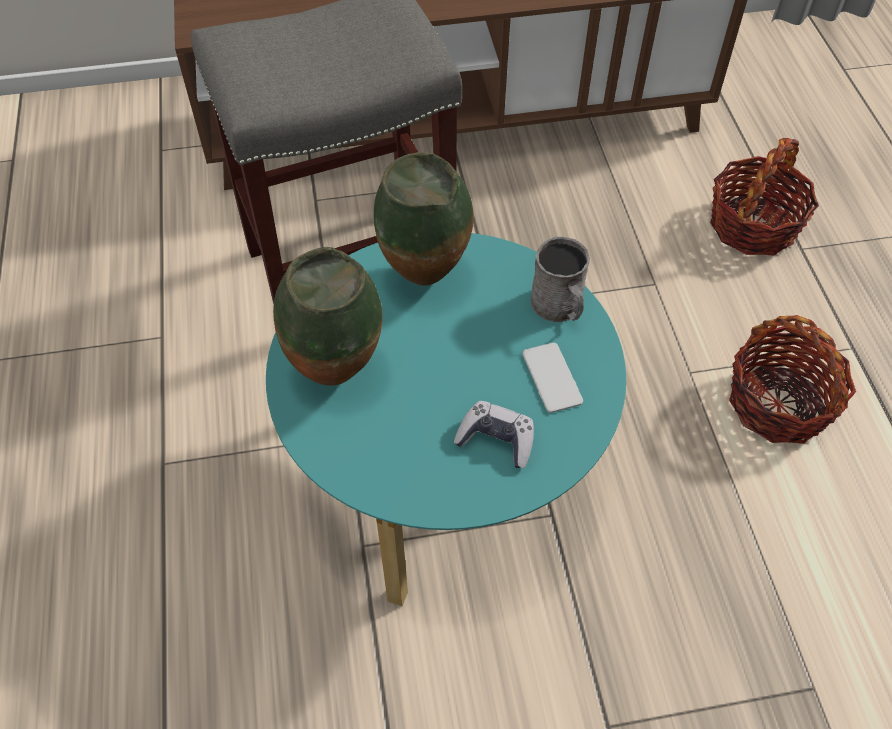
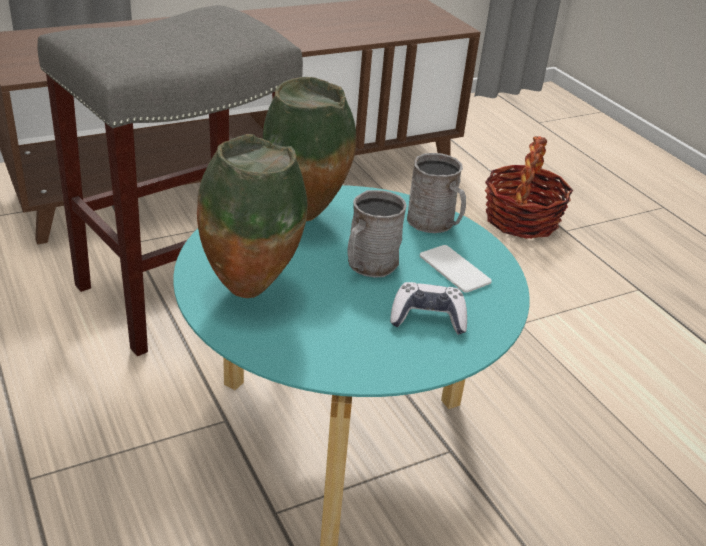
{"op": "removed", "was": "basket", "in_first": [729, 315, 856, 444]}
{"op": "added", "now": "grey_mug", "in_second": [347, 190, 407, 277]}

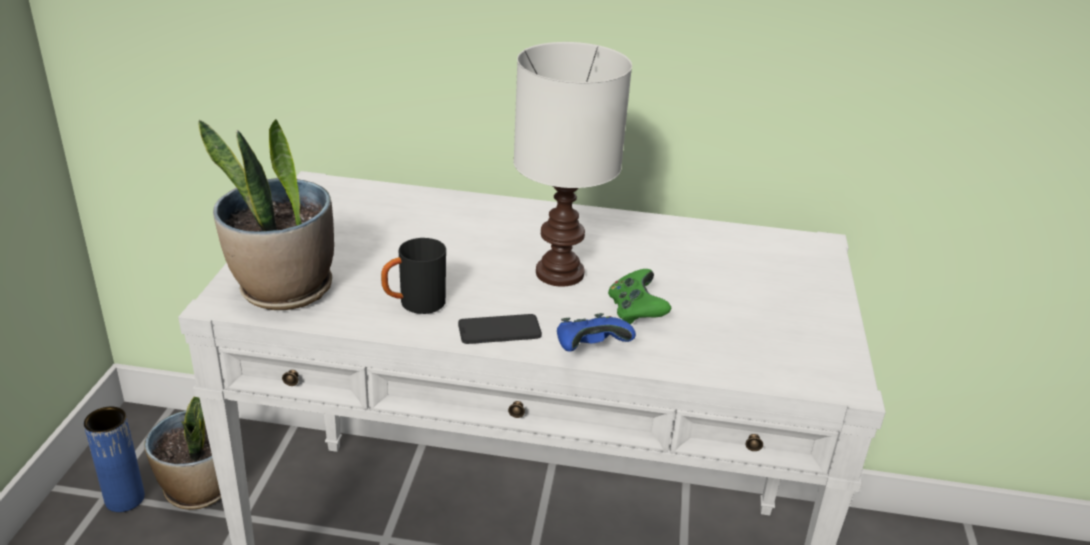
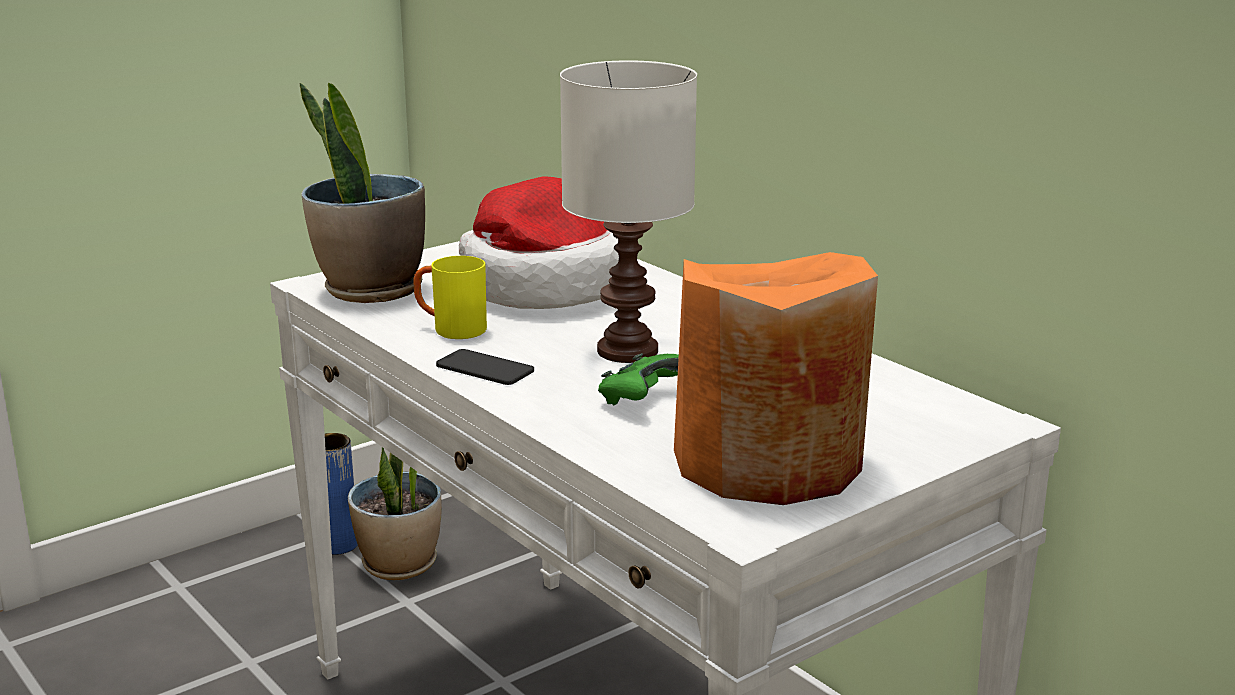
{"op": "recoloured", "was": "black_mug", "now": "yellow_mug", "in_first": [381, 238, 446, 314], "in_second": [413, 256, 487, 339]}
{"op": "removed", "was": "blue_game_controller", "in_first": [557, 313, 636, 352]}
{"op": "added", "now": "hat", "in_second": [459, 176, 619, 309]}
{"op": "added", "now": "orange_vase", "in_second": [674, 252, 878, 505]}

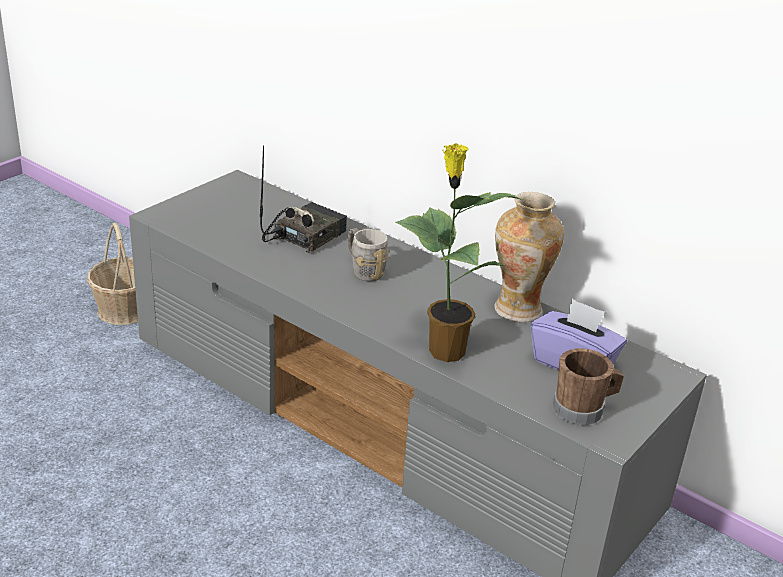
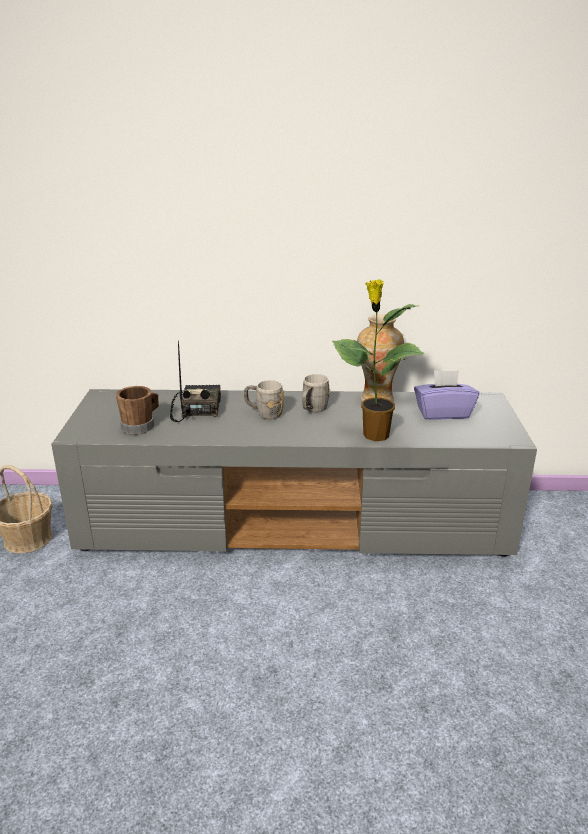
{"op": "moved", "was": "brown_mug", "in_first": [553, 348, 624, 425], "in_second": [116, 386, 159, 435]}
{"op": "added", "now": "grey_mug", "in_second": [302, 374, 330, 412]}

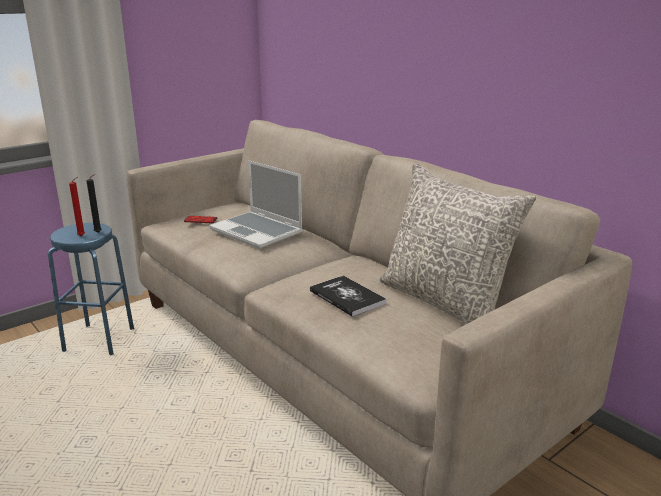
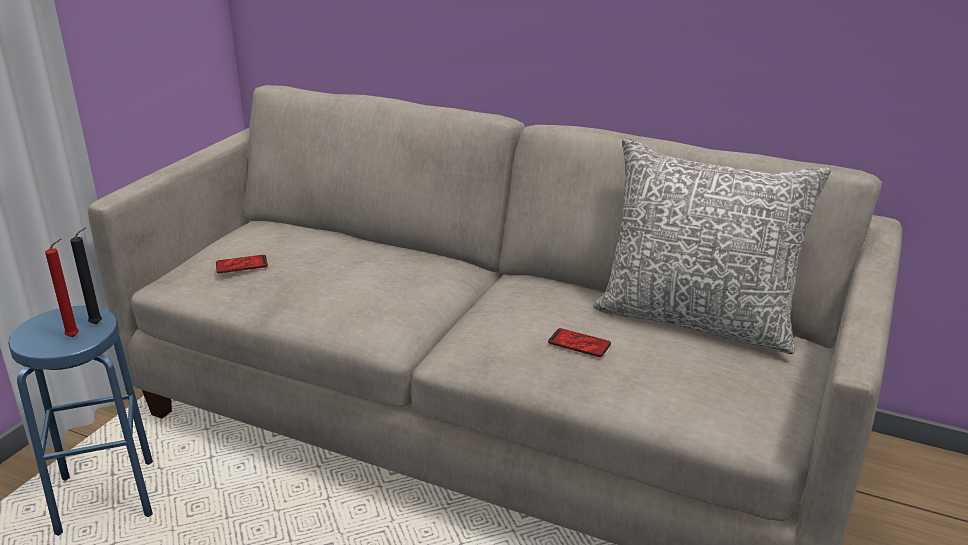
{"op": "removed", "was": "laptop", "in_first": [209, 160, 303, 249]}
{"op": "replaced", "was": "book", "now": "phone", "in_first": [310, 275, 386, 317], "in_second": [548, 328, 611, 357]}

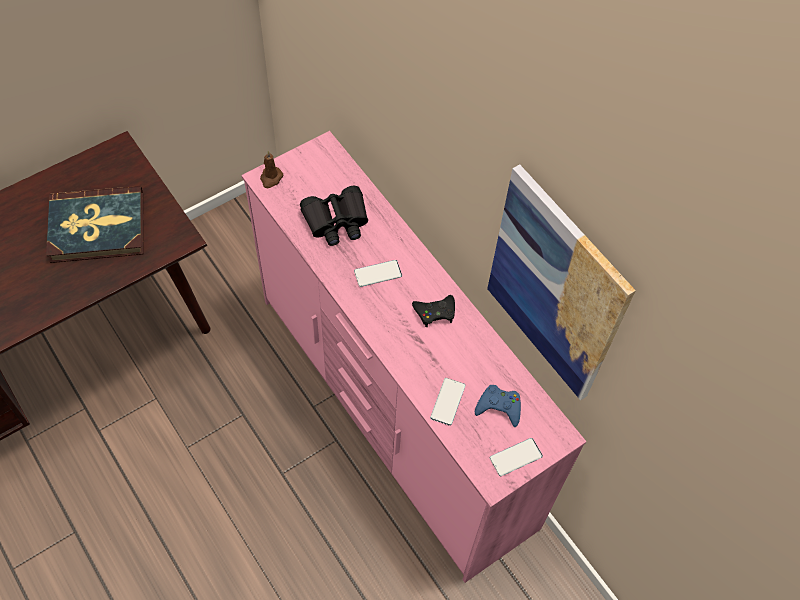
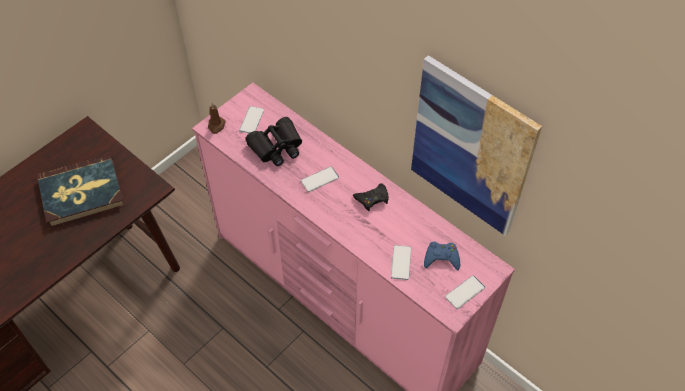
{"op": "added", "now": "phone", "in_second": [239, 106, 264, 133]}

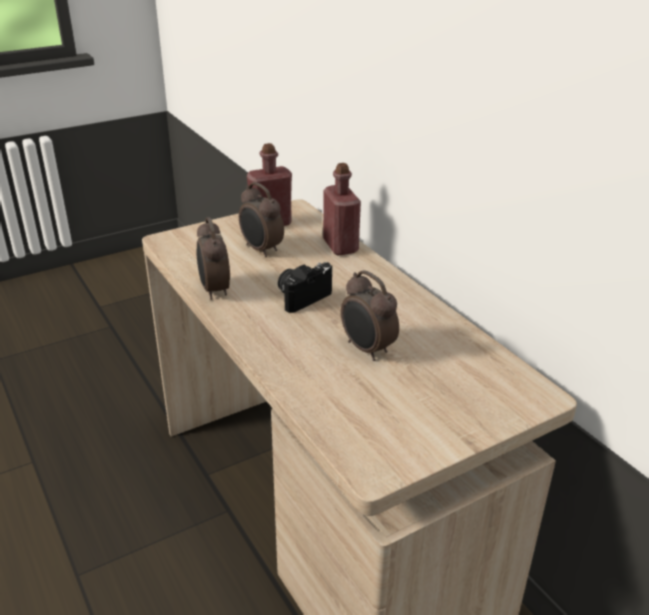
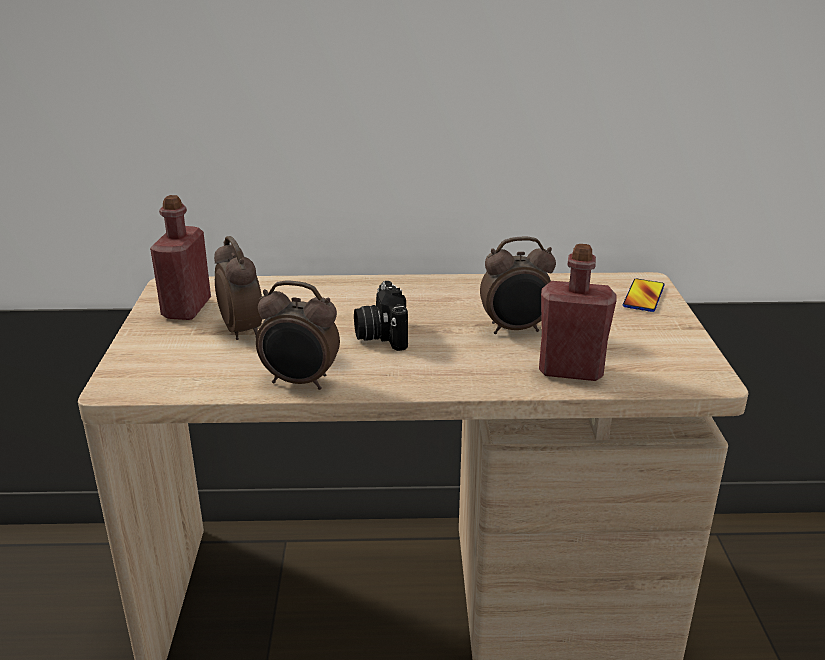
{"op": "moved", "was": "red_bottle", "in_first": [323, 163, 361, 255], "in_second": [539, 244, 617, 381]}
{"op": "turned", "was": "alarm_clock", "in_first": [239, 182, 284, 257], "in_second": [214, 236, 262, 340], "clockwise": -105}
{"op": "added", "now": "phone", "in_second": [623, 279, 665, 312]}

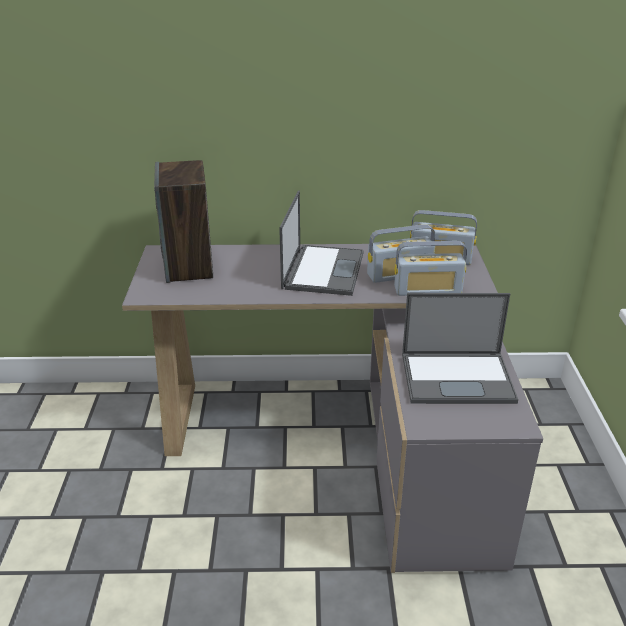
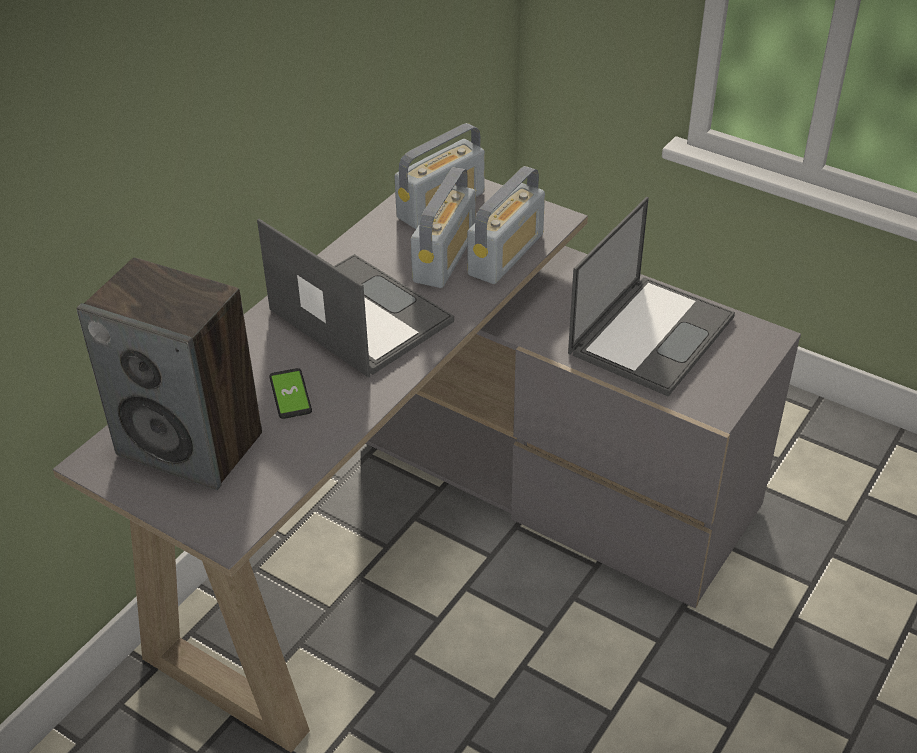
{"op": "added", "now": "phone", "in_second": [269, 368, 312, 419]}

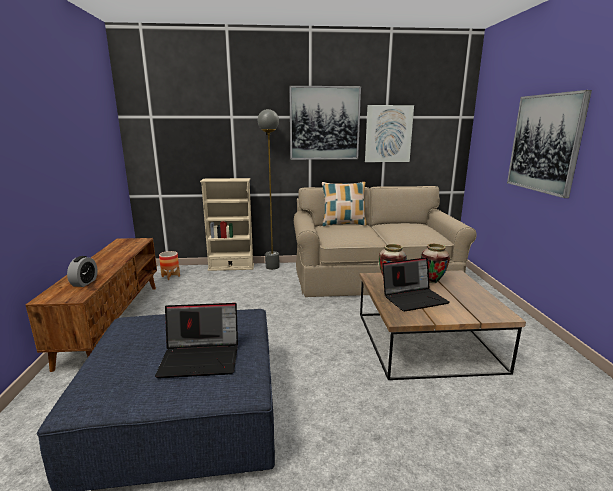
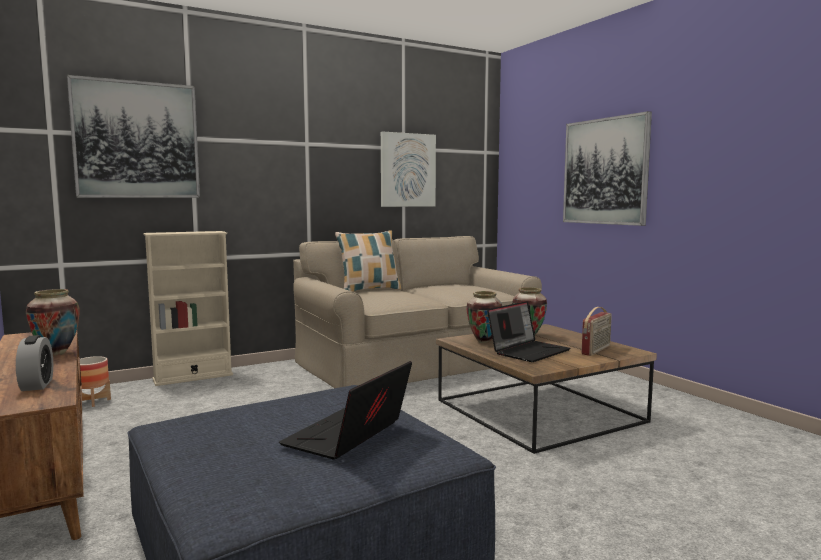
{"op": "moved", "was": "picture", "in_first": [289, 86, 361, 160], "in_second": [67, 75, 200, 198]}
{"op": "removed", "was": "grey_floor_lamp", "in_first": [258, 109, 280, 270]}
{"op": "turned", "was": "laptop", "in_first": [155, 303, 238, 378], "in_second": [279, 361, 412, 460], "clockwise": 150}
{"op": "added", "now": "vase", "in_second": [26, 289, 80, 356]}
{"op": "added", "now": "radio", "in_second": [582, 307, 612, 356]}

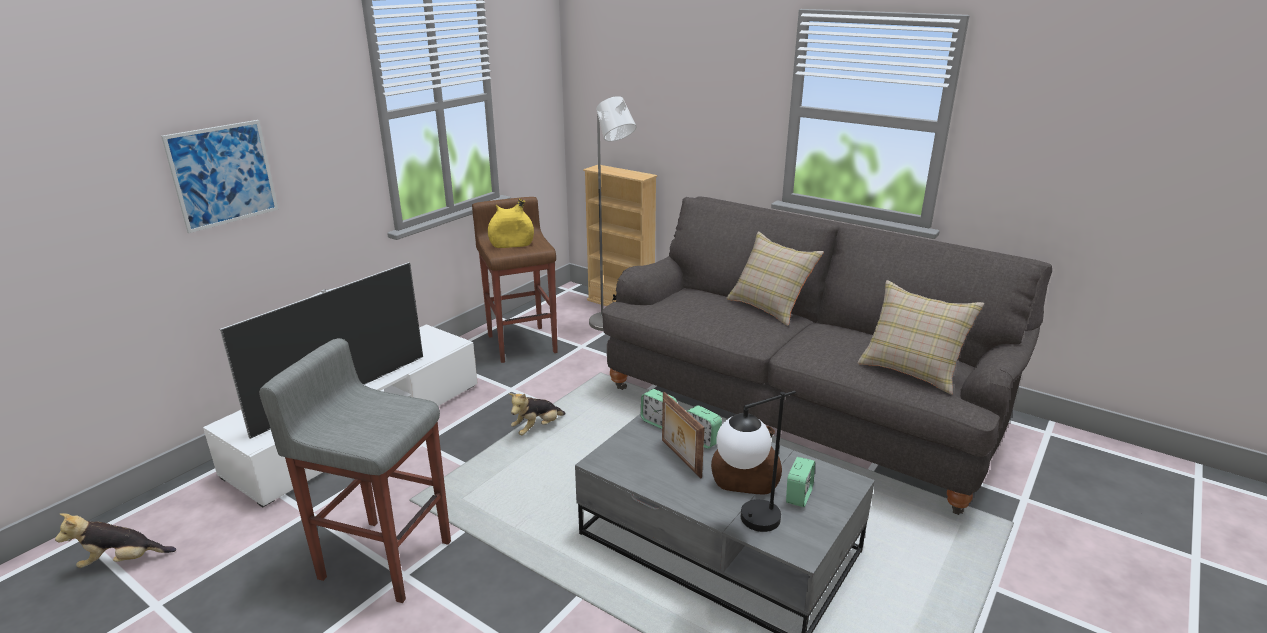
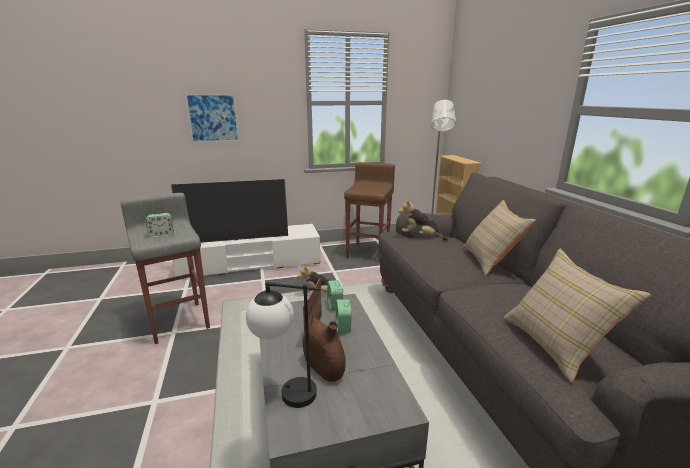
{"op": "removed", "was": "yellow_vase", "in_first": [488, 199, 534, 248]}
{"op": "moved", "was": "alarm_clock", "in_first": [786, 457, 815, 507], "in_second": [146, 213, 174, 238]}
{"op": "moved", "was": "plush_toy", "in_first": [55, 513, 176, 568], "in_second": [398, 199, 448, 241]}

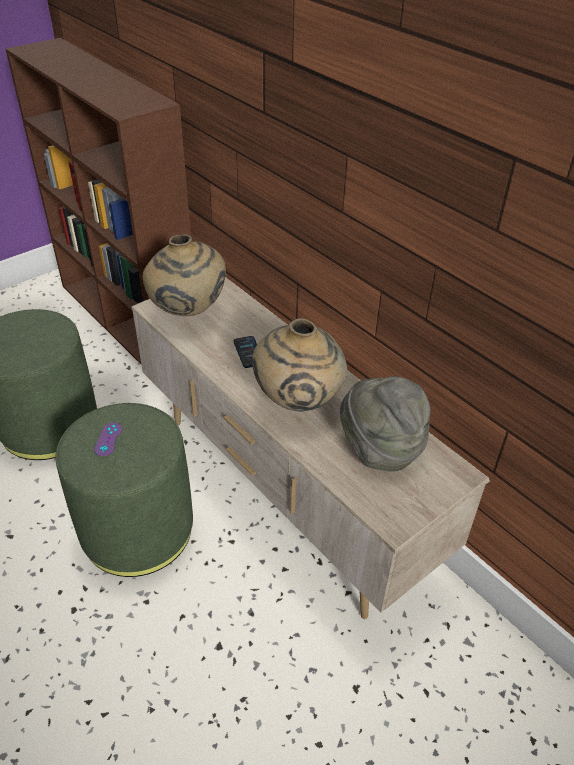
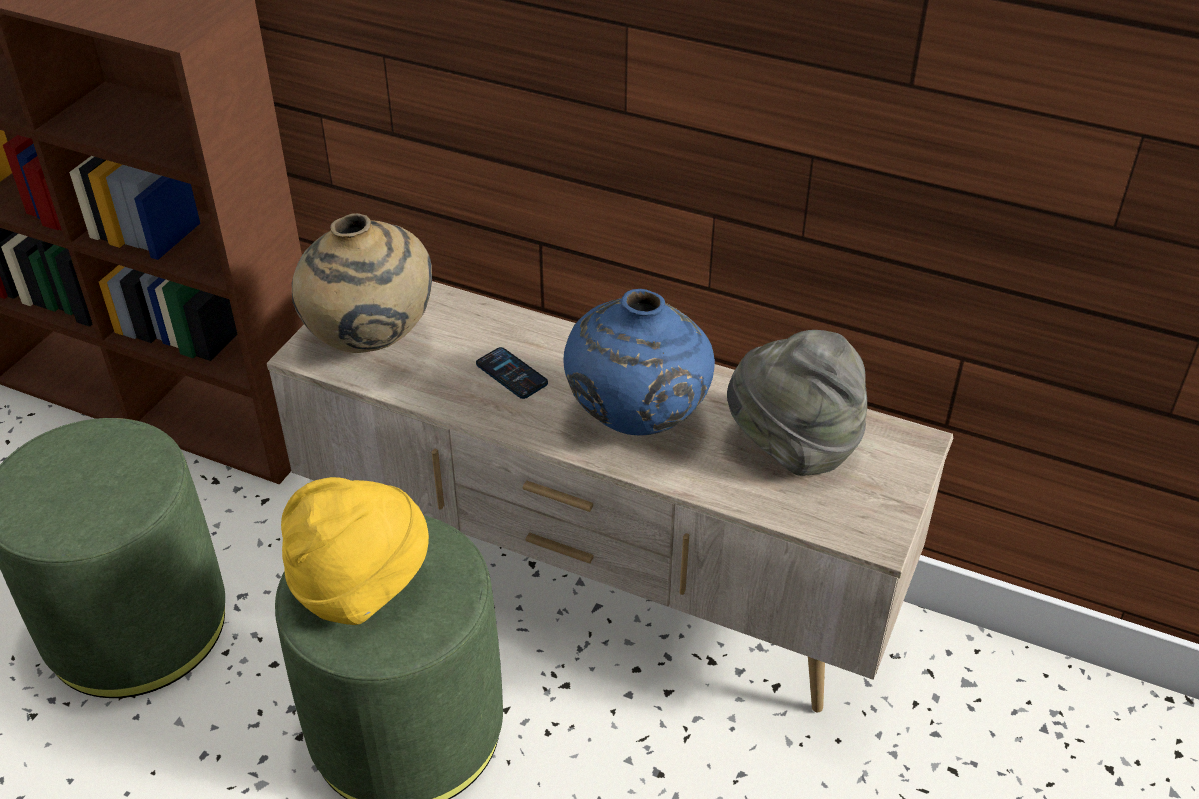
{"op": "recoloured", "was": "beige_vase", "now": "blue_vase", "in_first": [252, 318, 347, 411], "in_second": [563, 289, 715, 435]}
{"op": "replaced", "was": "purple_game_controller", "now": "yellow_hat", "in_first": [94, 423, 122, 456], "in_second": [281, 477, 429, 625]}

